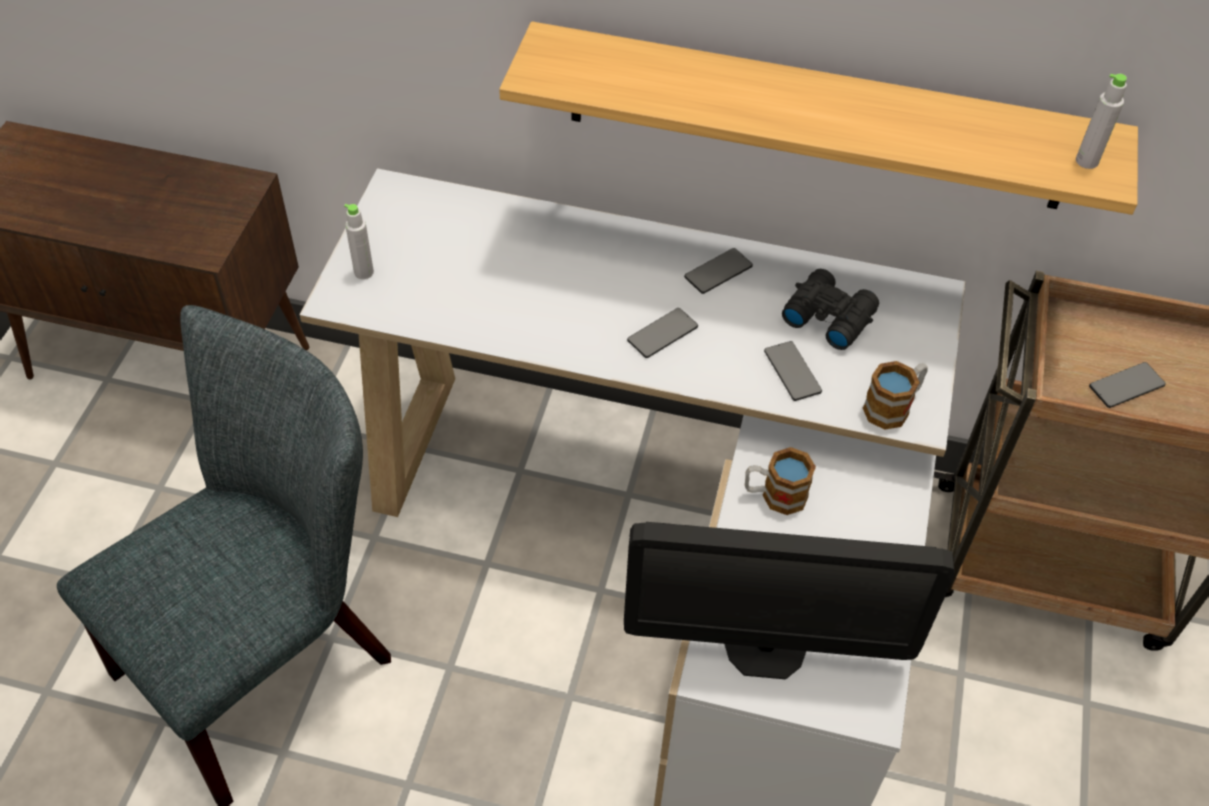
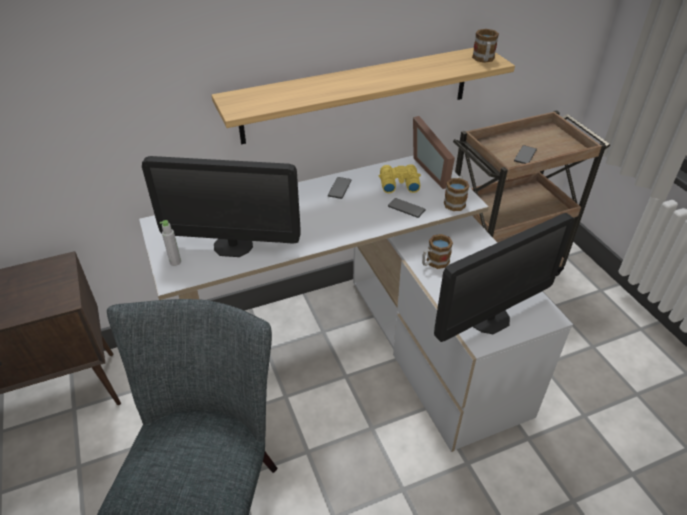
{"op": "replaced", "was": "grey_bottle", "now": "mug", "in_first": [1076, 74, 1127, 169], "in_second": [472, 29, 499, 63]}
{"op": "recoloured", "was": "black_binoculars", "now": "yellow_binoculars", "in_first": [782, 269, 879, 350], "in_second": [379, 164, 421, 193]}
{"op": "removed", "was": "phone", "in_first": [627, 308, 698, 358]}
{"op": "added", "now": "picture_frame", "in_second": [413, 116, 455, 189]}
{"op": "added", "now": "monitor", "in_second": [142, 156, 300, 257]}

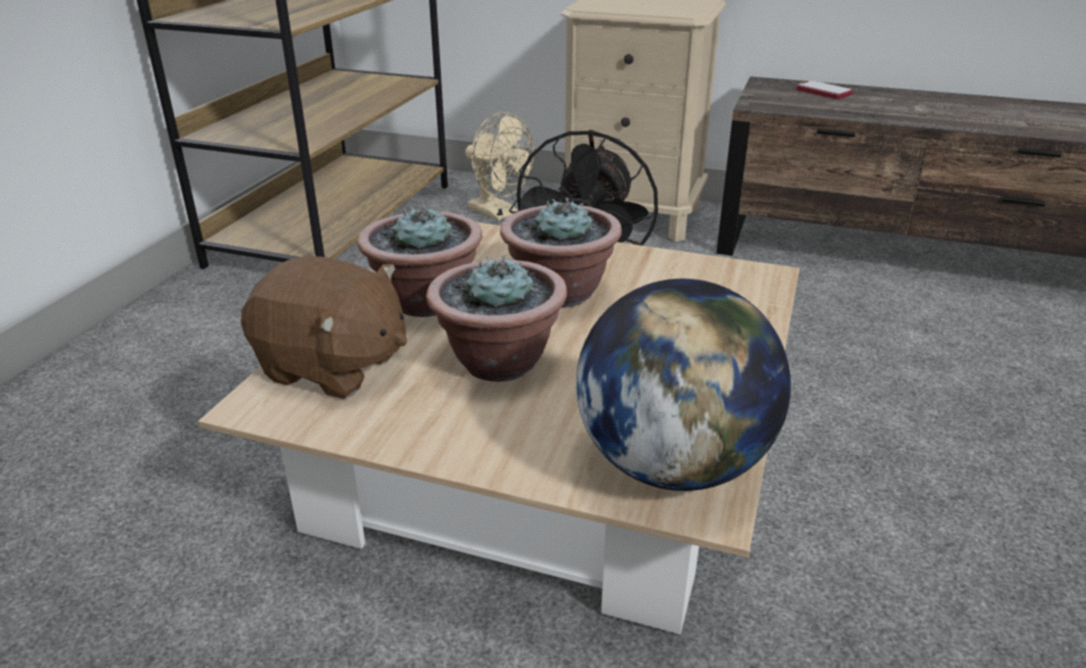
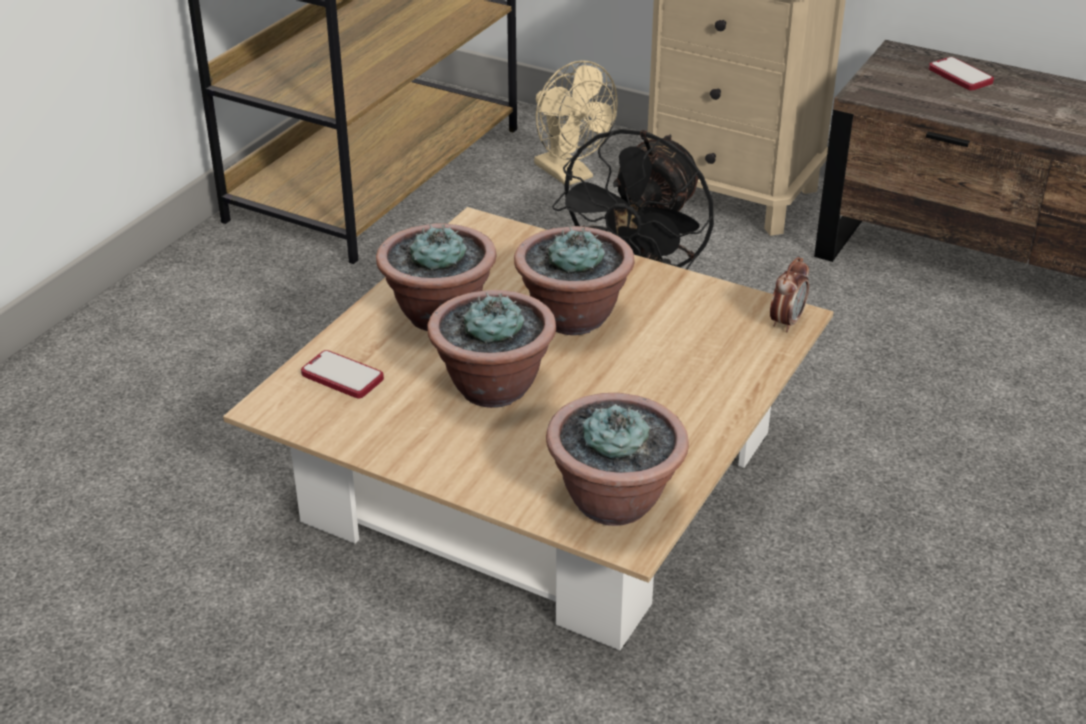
{"op": "replaced", "was": "brown_plush_toy", "now": "phone", "in_first": [241, 256, 407, 399], "in_second": [301, 350, 384, 398]}
{"op": "replaced", "was": "globe", "now": "potted_plant", "in_first": [576, 279, 791, 491], "in_second": [546, 393, 689, 526]}
{"op": "added", "now": "alarm_clock", "in_second": [770, 257, 809, 332]}

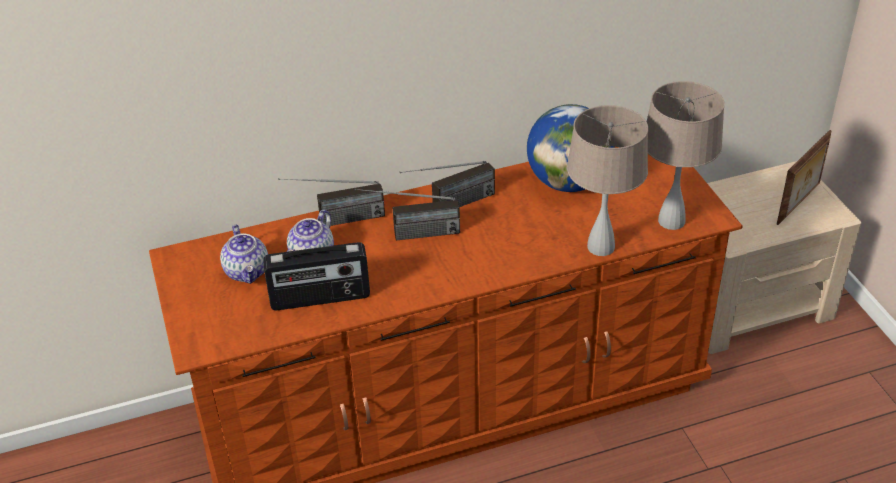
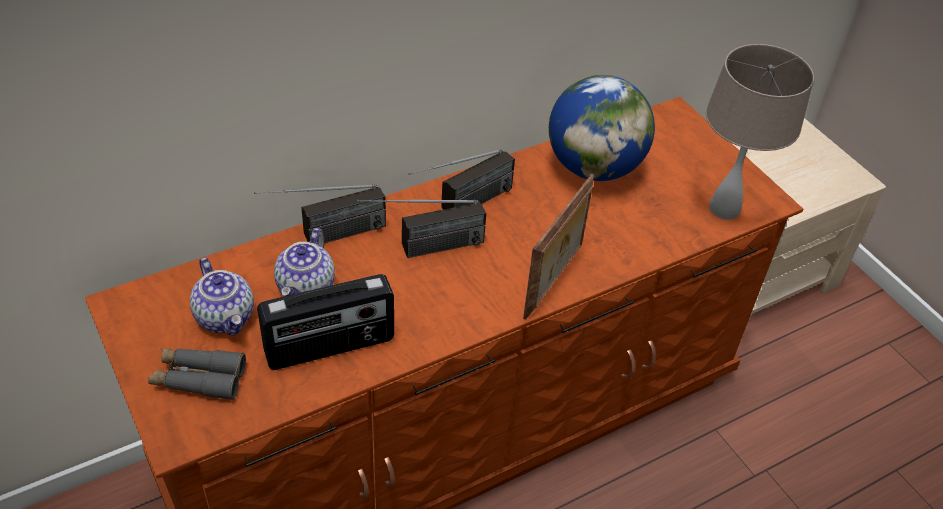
{"op": "removed", "was": "beige_table_lamp", "in_first": [567, 105, 648, 256]}
{"op": "moved", "was": "picture_frame", "in_first": [776, 130, 831, 225], "in_second": [523, 174, 594, 320]}
{"op": "added", "now": "grey_binoculars", "in_second": [148, 348, 246, 400]}

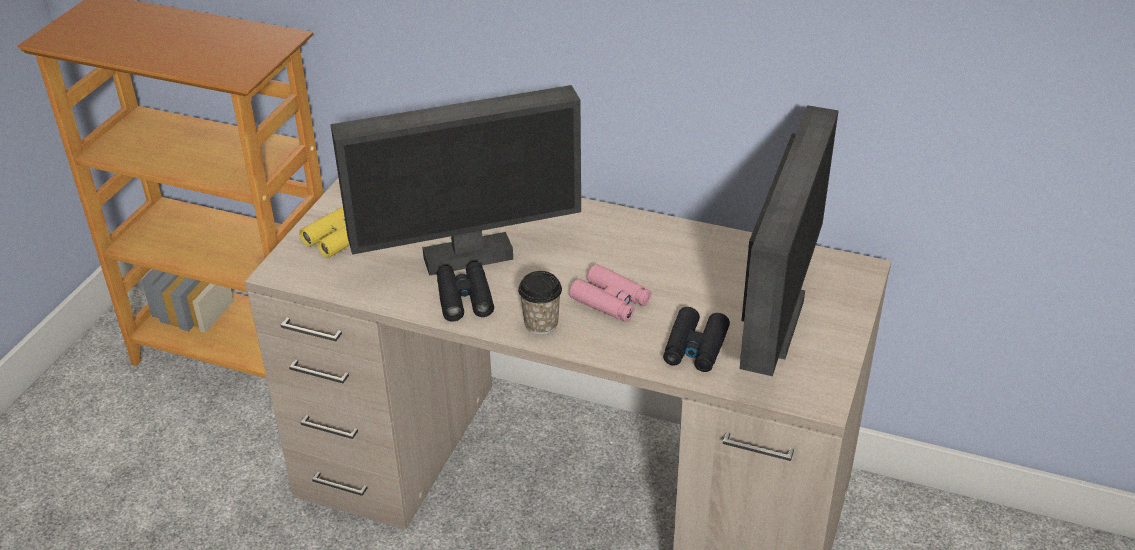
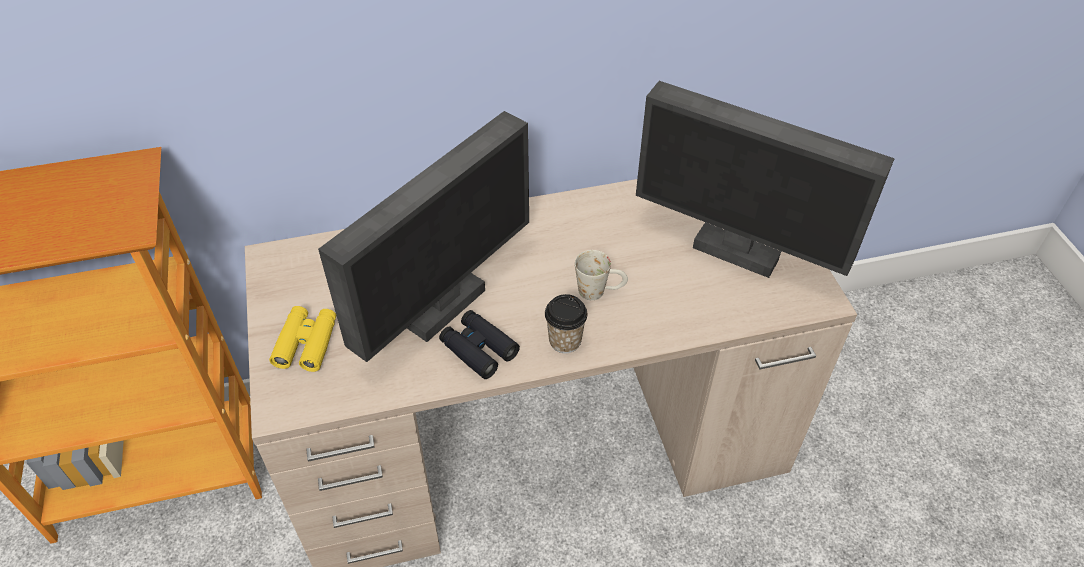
{"op": "turned", "was": "monitor", "in_first": [739, 105, 839, 376], "in_second": [636, 81, 895, 278], "clockwise": 135}
{"op": "replaced", "was": "pink_binoculars", "now": "white_mug", "in_first": [569, 264, 652, 322], "in_second": [575, 250, 628, 300]}
{"op": "removed", "was": "black_binoculars", "in_first": [663, 307, 730, 372]}

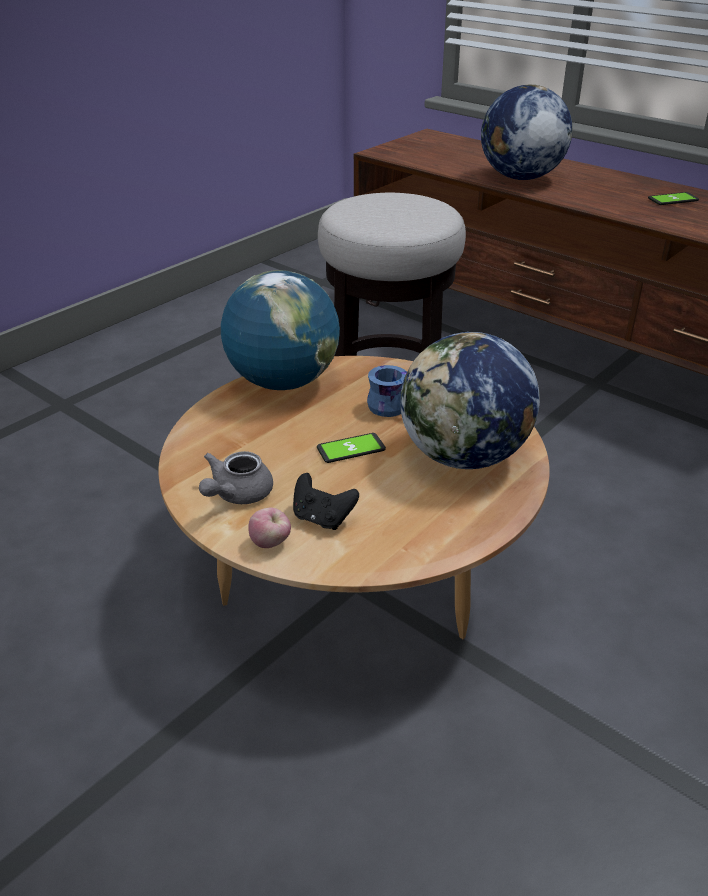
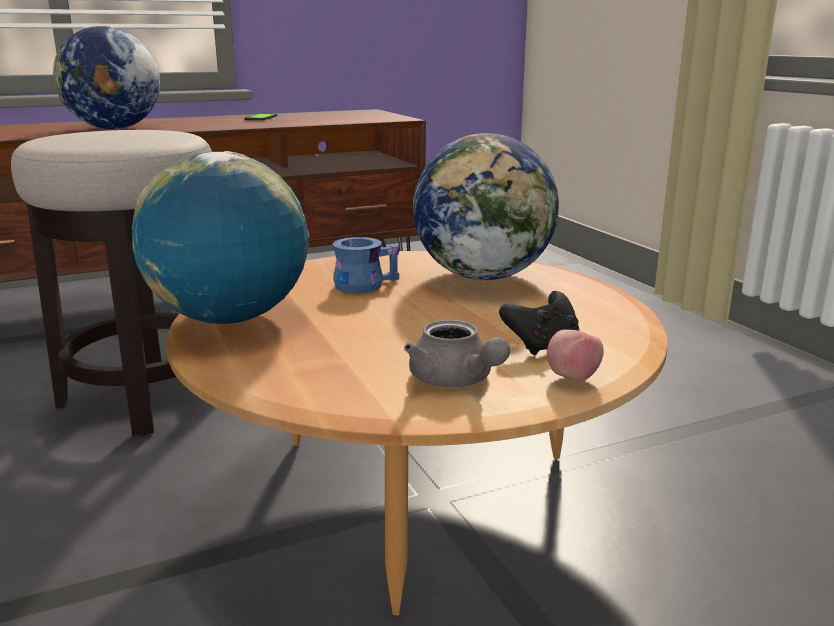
{"op": "removed", "was": "phone", "in_first": [317, 433, 386, 463]}

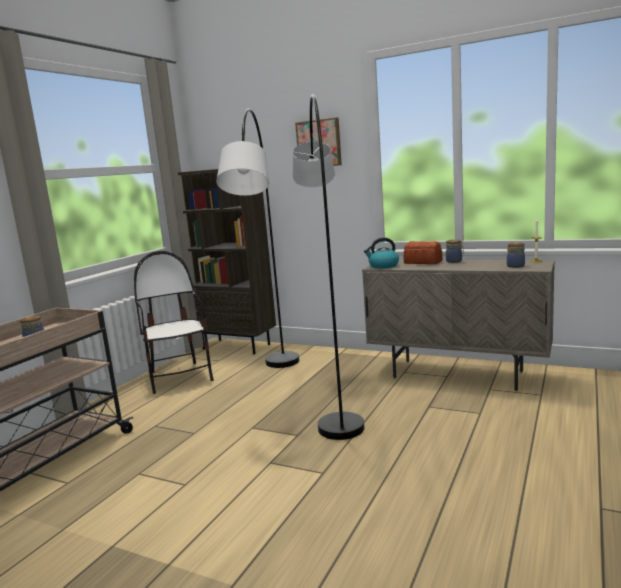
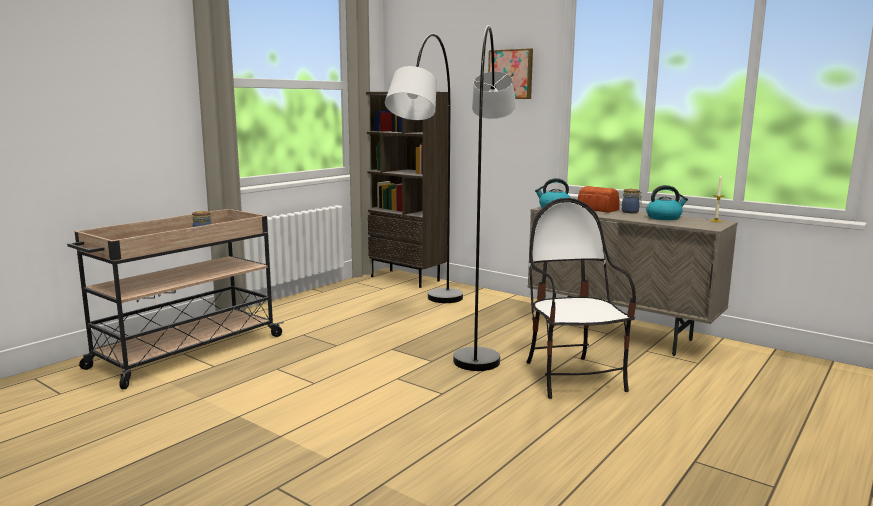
{"op": "removed", "was": "jar", "in_first": [507, 242, 525, 268]}
{"op": "moved", "was": "chair", "in_first": [134, 251, 214, 394], "in_second": [526, 198, 636, 399]}
{"op": "added", "now": "kettle", "in_second": [646, 185, 688, 220]}

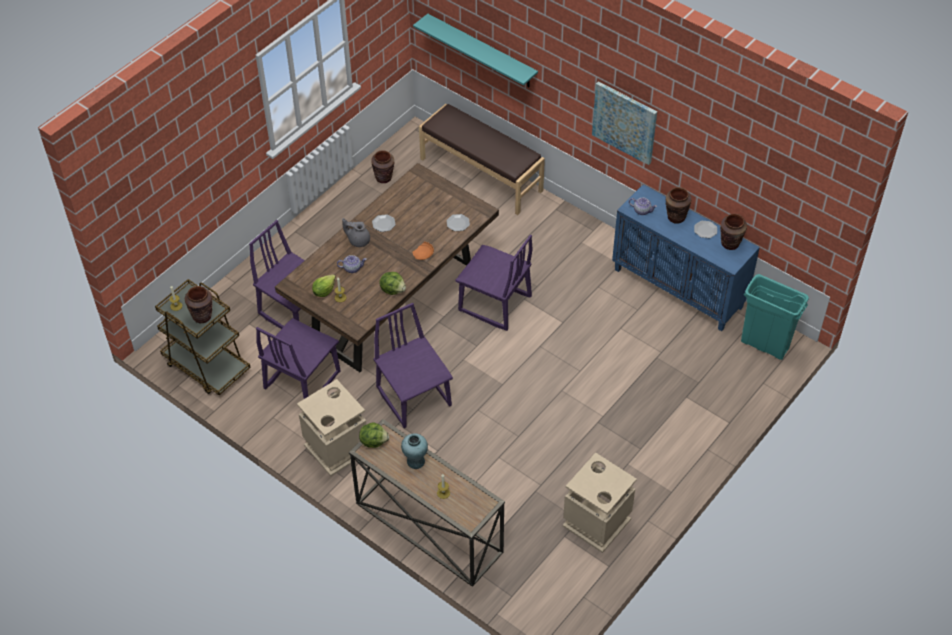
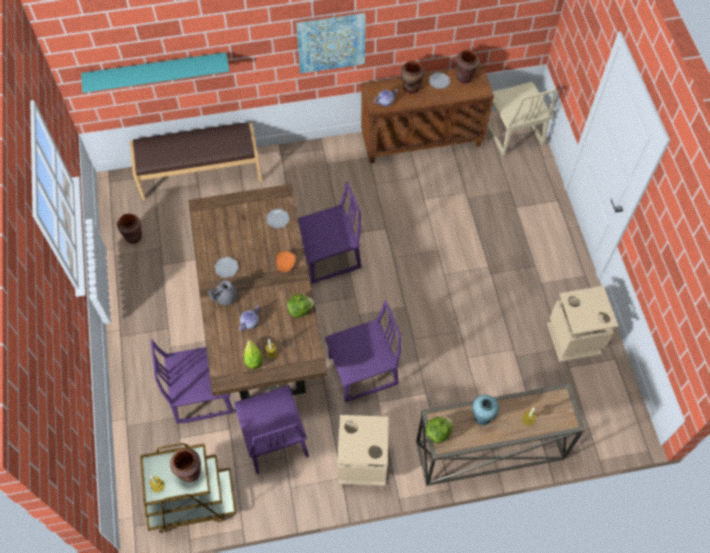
{"op": "recoloured", "was": "blue_cabinet", "now": "brown_cabinet", "in_first": [612, 184, 760, 331], "in_second": [361, 65, 494, 164]}
{"op": "replaced", "was": "turquoise_trash_can", "now": "beige_chair", "in_first": [741, 274, 809, 360], "in_second": [488, 82, 556, 156]}
{"op": "turned", "was": "purple_chair", "in_first": [373, 303, 453, 428], "in_second": [325, 300, 402, 402], "clockwise": 150}

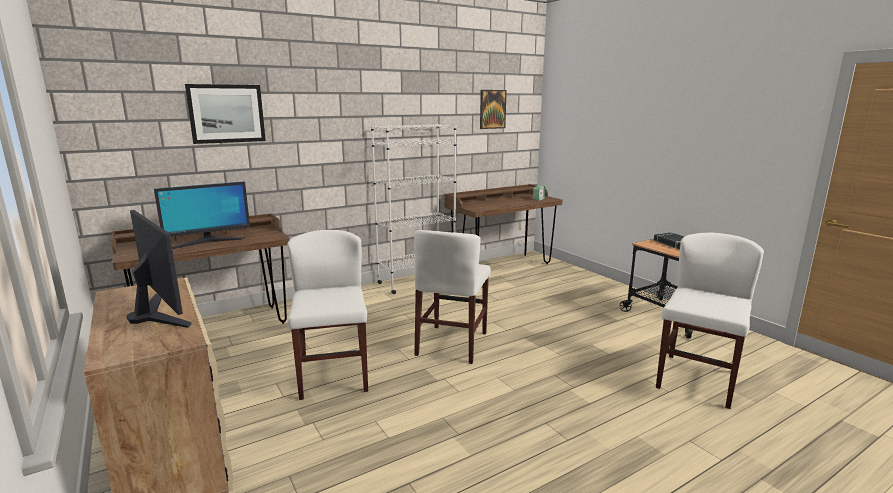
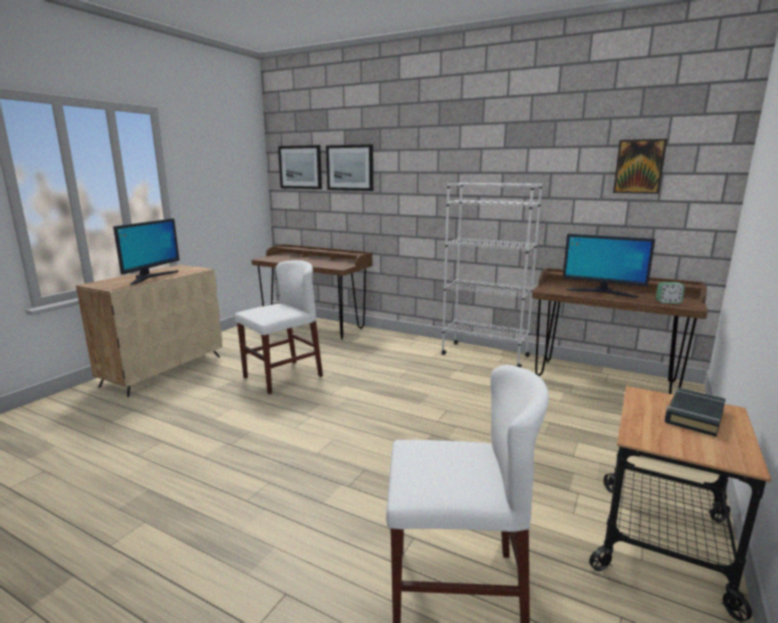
{"op": "moved", "was": "monitor", "in_first": [154, 182, 250, 249], "in_second": [563, 234, 655, 298]}
{"op": "removed", "was": "white_chair", "in_first": [414, 230, 491, 364]}
{"op": "added", "now": "picture", "in_second": [278, 145, 322, 189]}

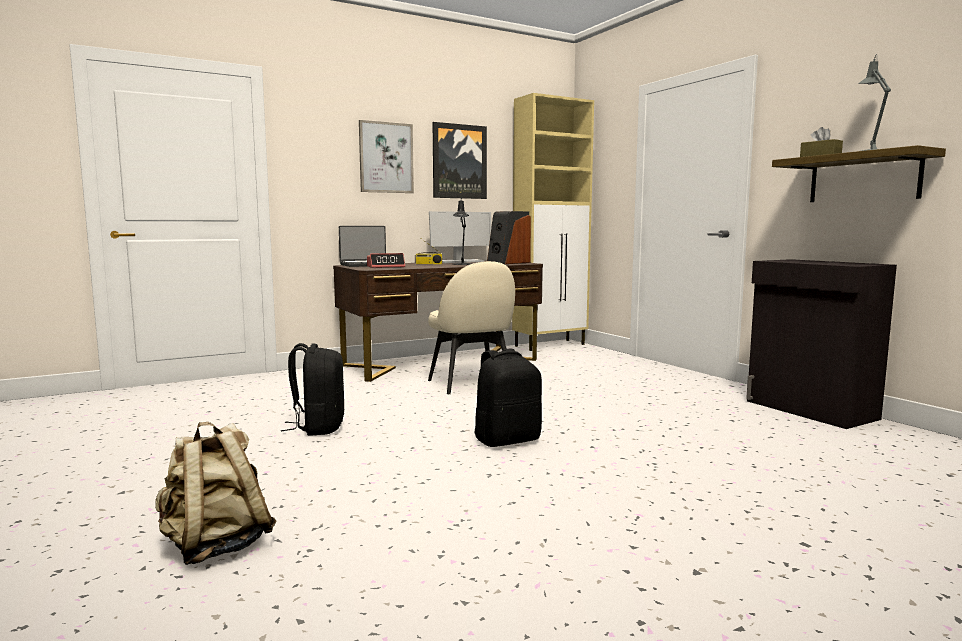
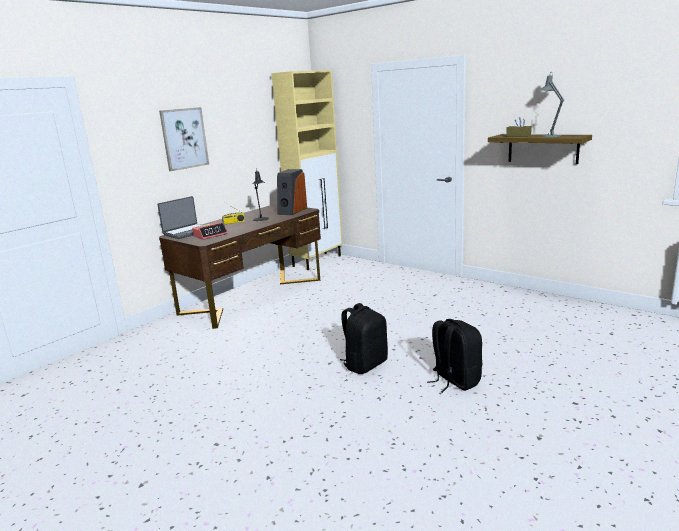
{"op": "removed", "was": "picture", "in_first": [433, 122, 487, 199]}
{"op": "removed", "was": "monitor", "in_first": [429, 211, 492, 263]}
{"op": "removed", "was": "black_cabinet", "in_first": [746, 259, 897, 429]}
{"op": "removed", "was": "beige_chair", "in_first": [428, 261, 515, 394]}
{"op": "moved", "was": "black_backpack", "in_first": [281, 343, 344, 436], "in_second": [427, 319, 482, 393]}
{"op": "removed", "was": "beige_backpack", "in_first": [155, 422, 277, 565]}

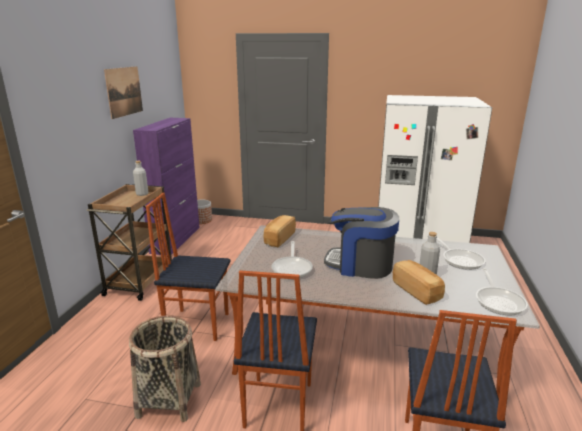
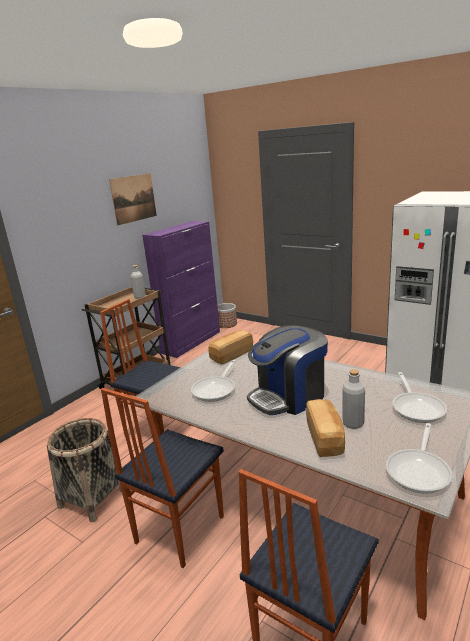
{"op": "turned", "was": "coffee_machine", "in_first": [324, 207, 399, 279], "in_second": [247, 325, 328, 415], "clockwise": -75}

